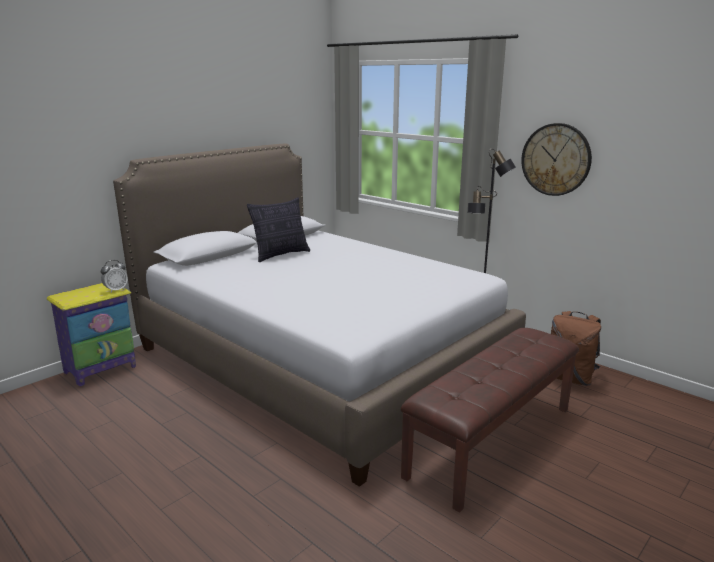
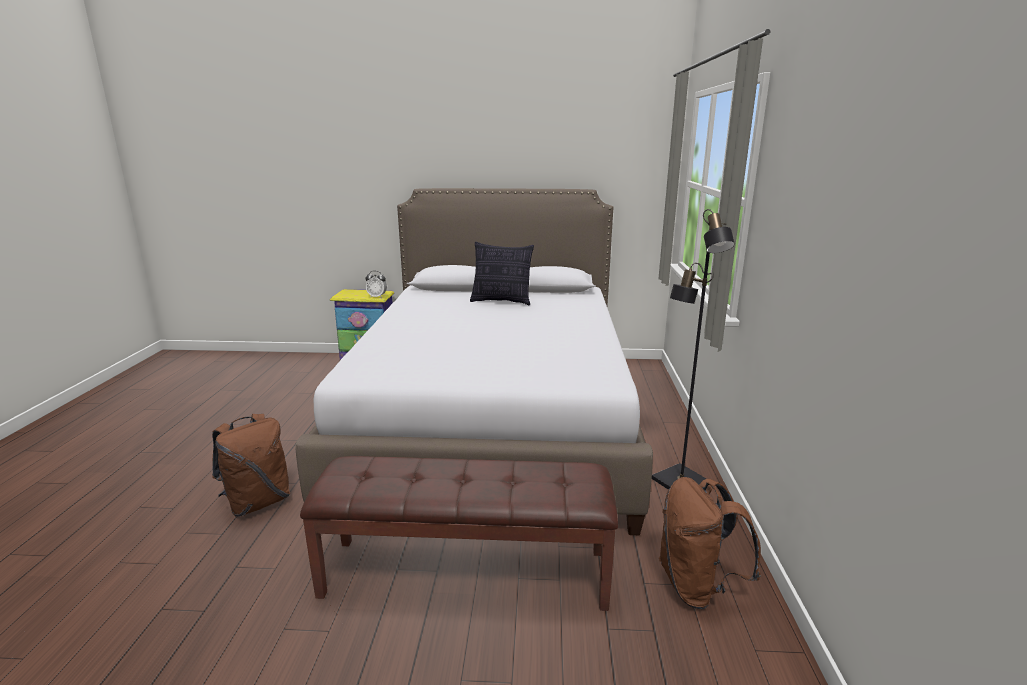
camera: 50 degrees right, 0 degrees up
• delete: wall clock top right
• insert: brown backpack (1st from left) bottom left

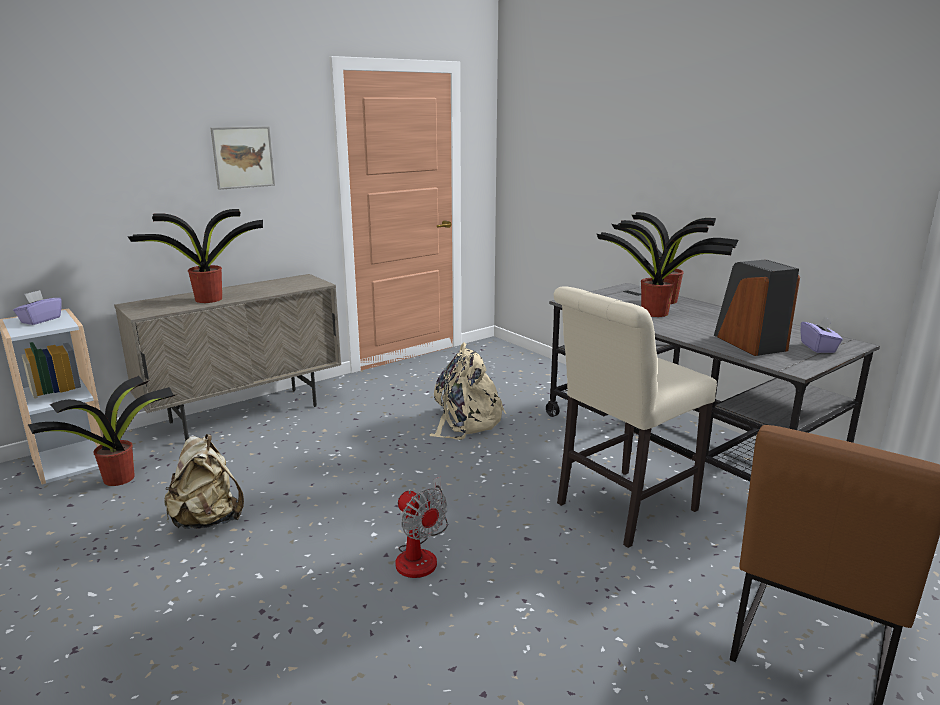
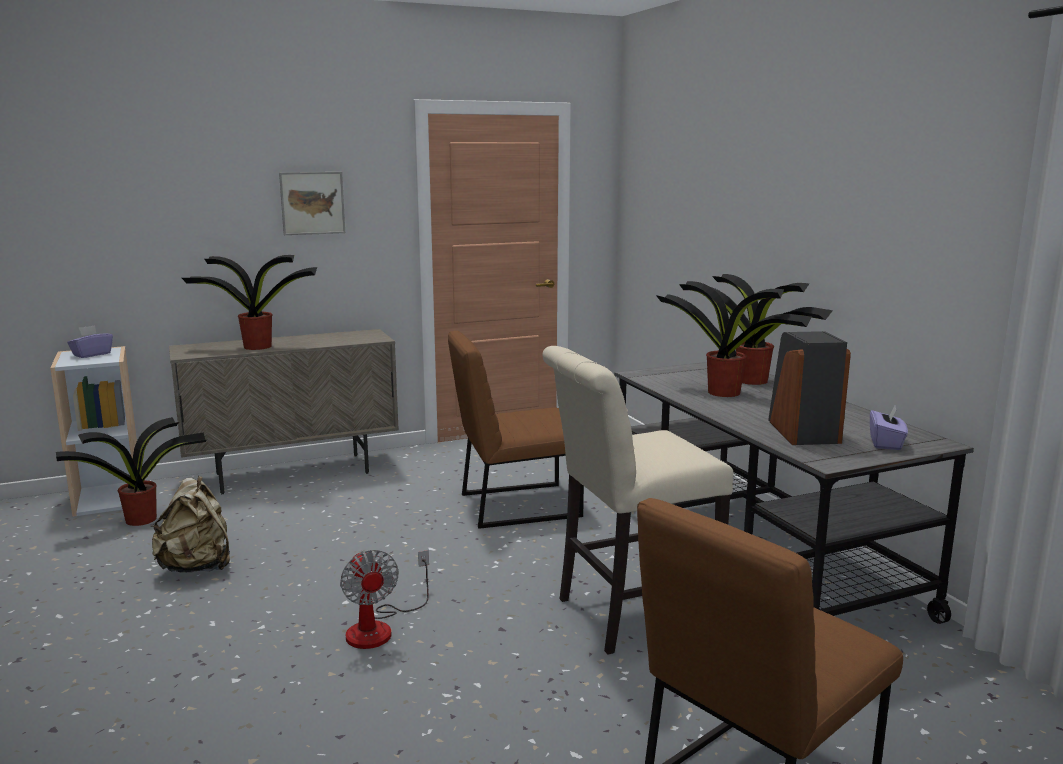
camera: 15 degrees right, 5 degrees down
• replace: beige backpack (2nd from left) centre to brown chair (1st from left) centre

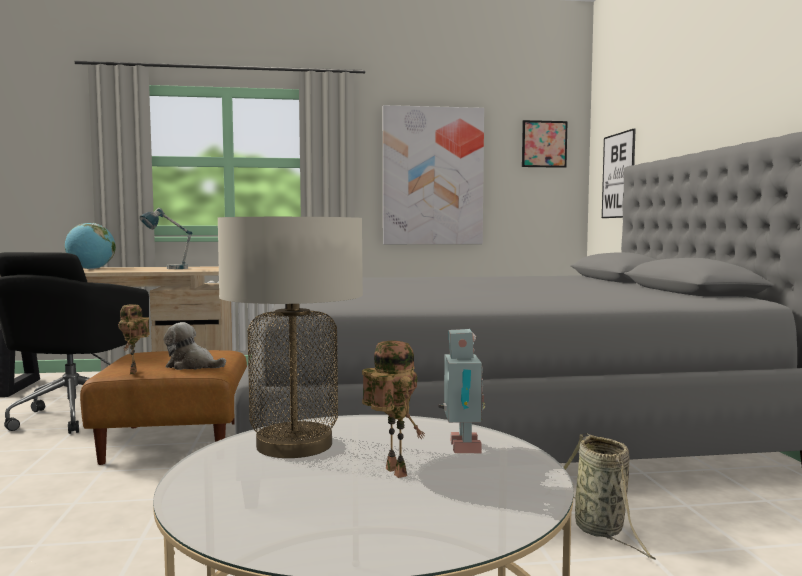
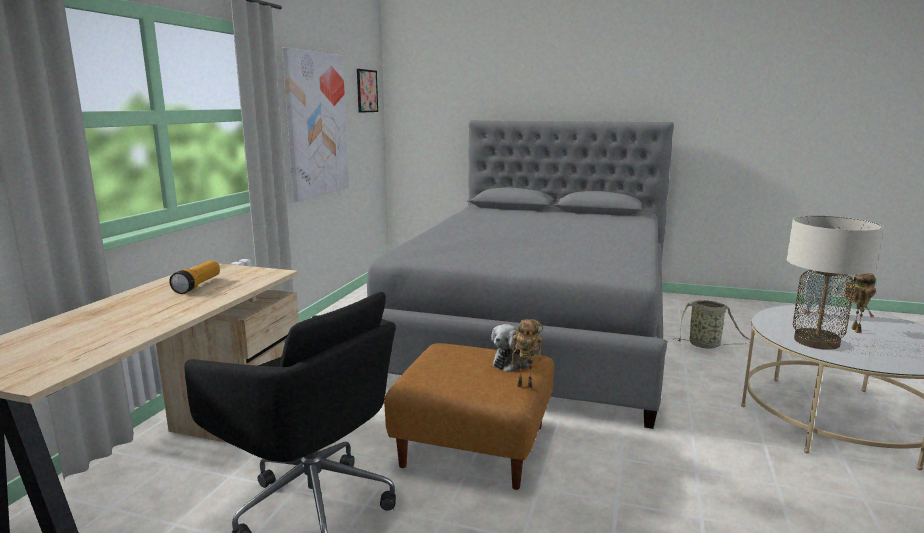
camera: 65 degrees left, 10 degrees up
• delete: globe middle left
• delete: picture (3rd from left) top right
• replace: table lamp (1st from left) middle left to flashlight middle left
• rotate: toy robot (2nd from left in the first image) bottom centre = middle right 105 degrees clockwise

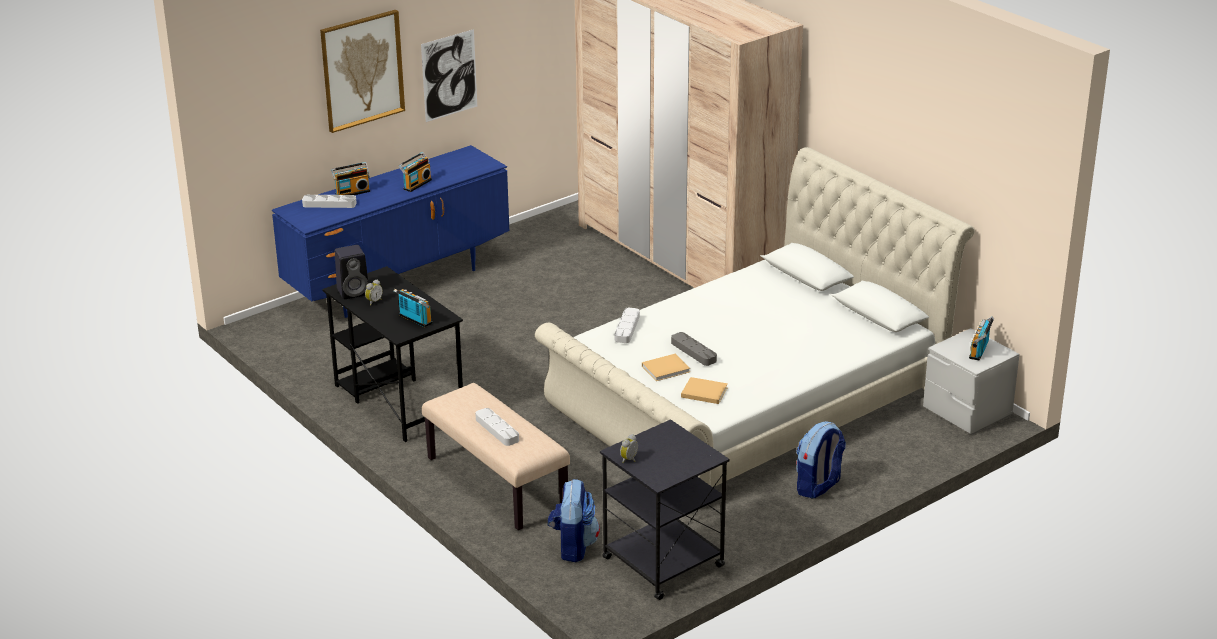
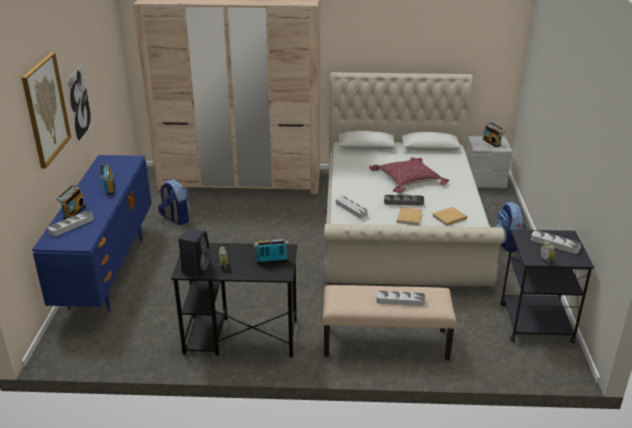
camera: 50 degrees left, 0 degrees up
• insert: red pillow centre
• insert: grey tray (5th from left) middle right
• move: backpack (1st from left) bottom centre to middle left

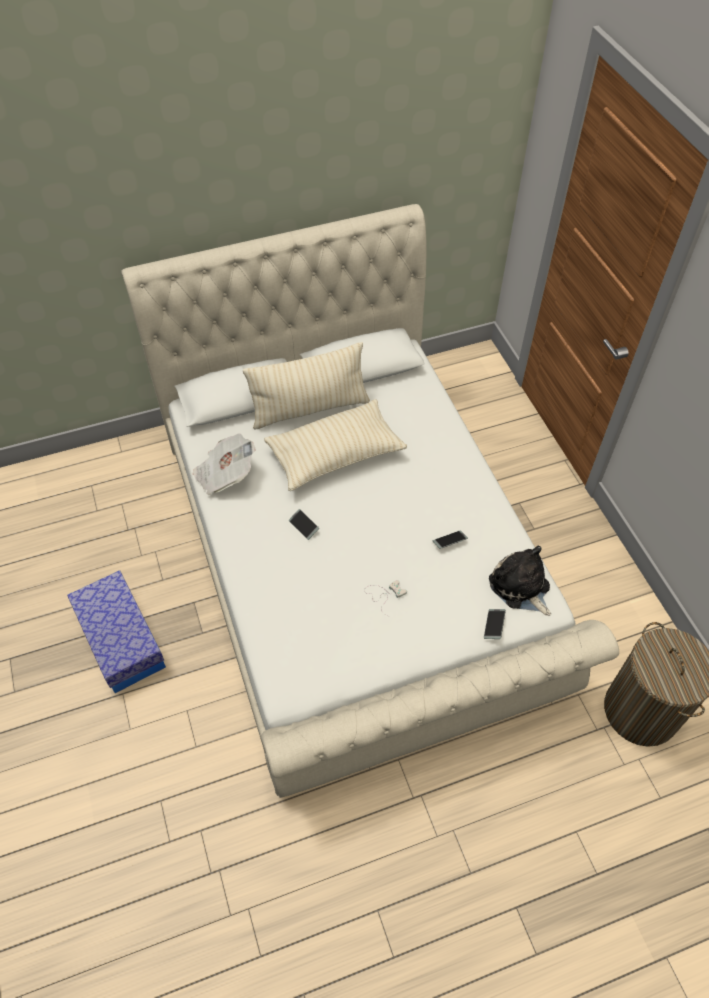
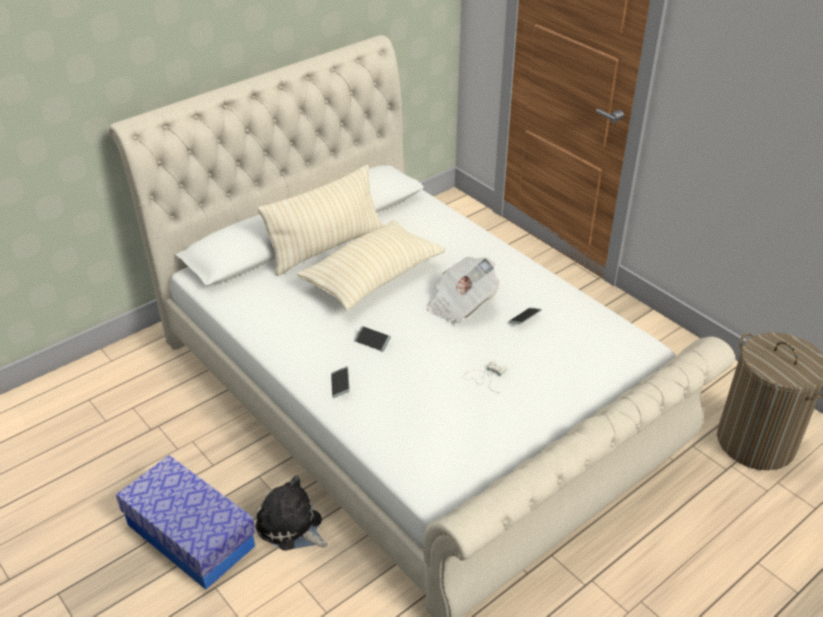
camera: 20 degrees left, 15 degrees down
• move: newspaper middle left to centre
• move: phone (3rd from left in the first image) middle right to phone (1st from left) centre
• move: plush toy middle right to bottom centre

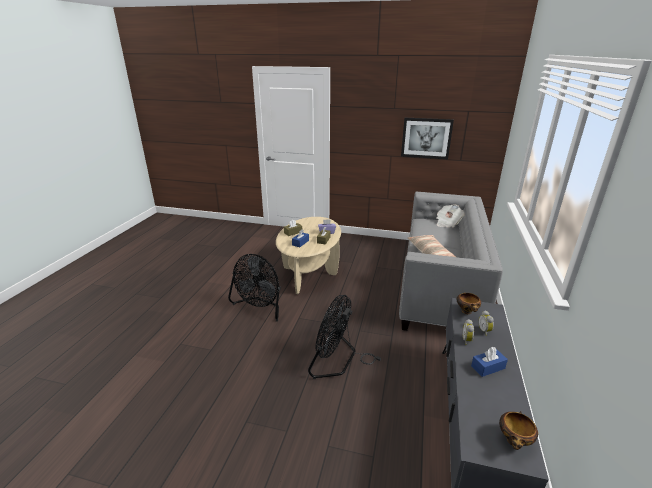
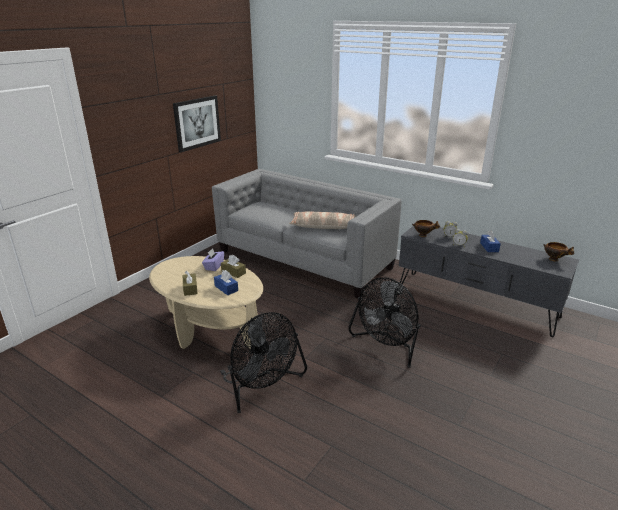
camera: 70 degrees left, 0 degrees up
• delete: newspaper middle right

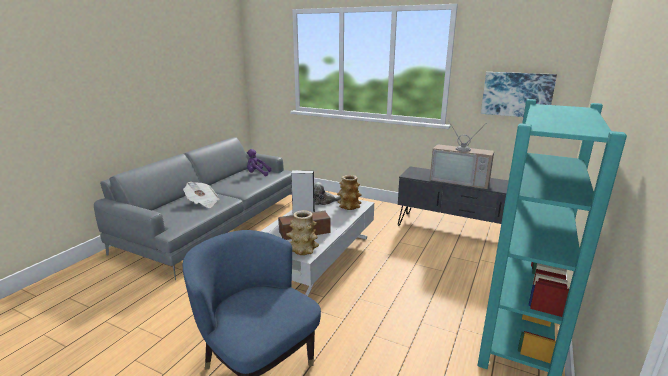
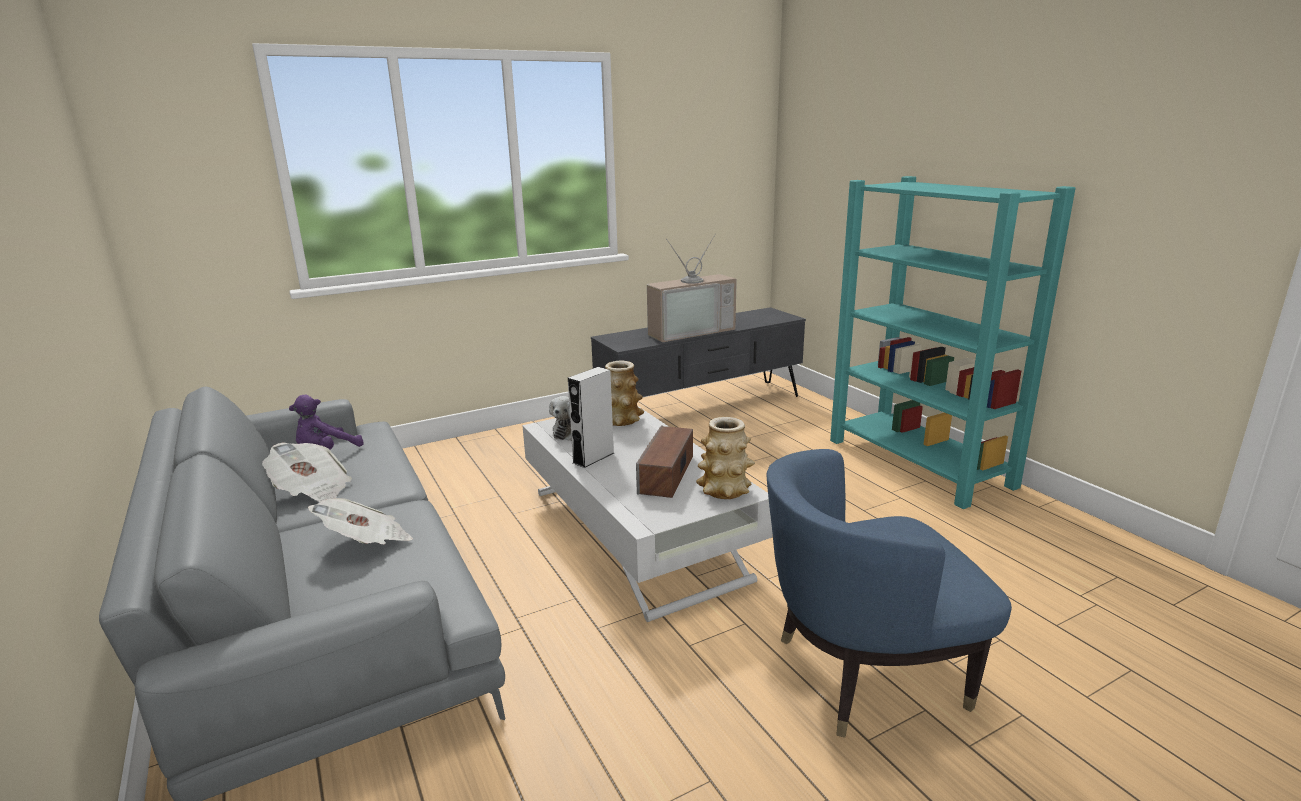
camera: 55 degrees left, 0 degrees up
• delete: picture top right
• insert: newspaper (1st from left) middle left

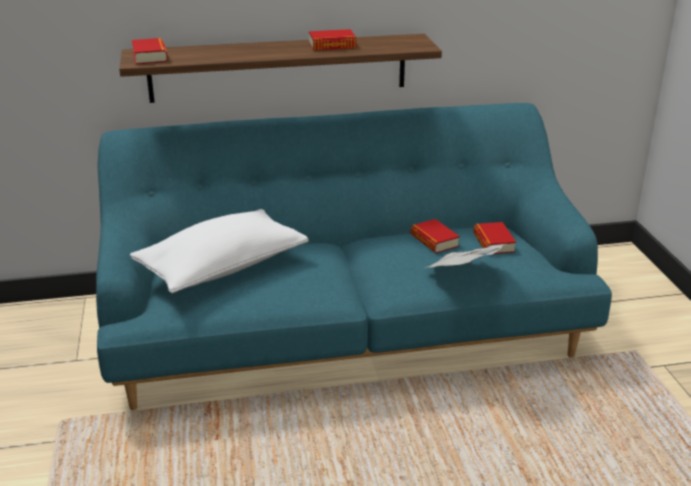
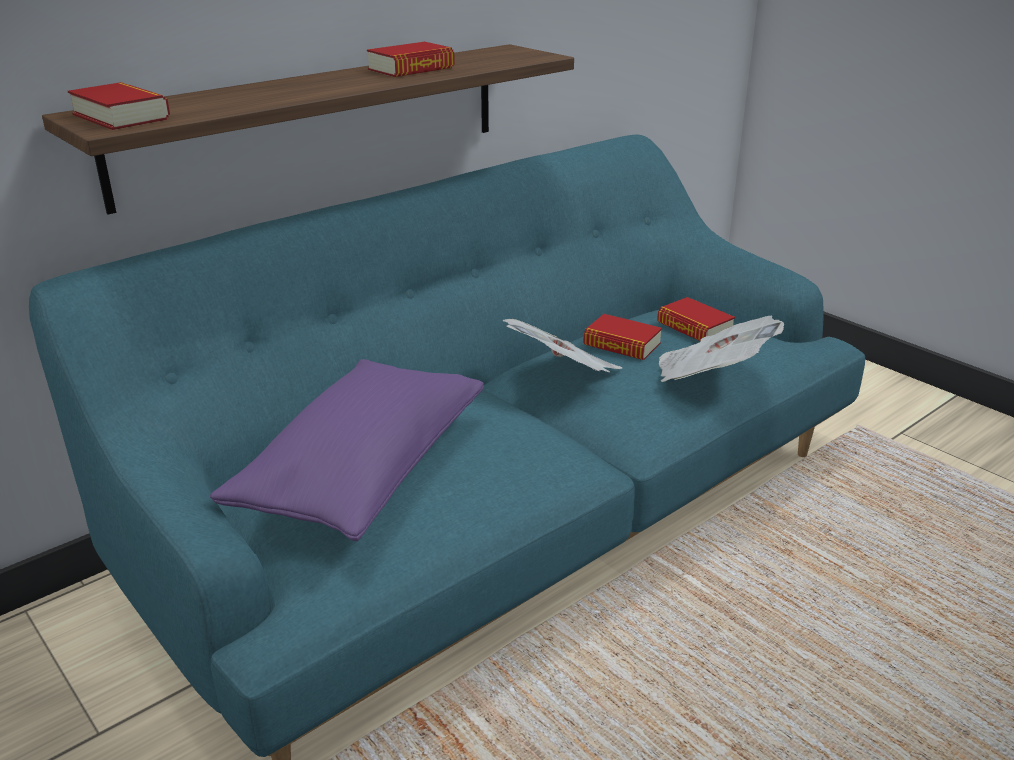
camera: 30 degrees left, 0 degrees up
• insert: newspaper (1st from left) centre
• recolor: white pillow middle left to purple pillow centre

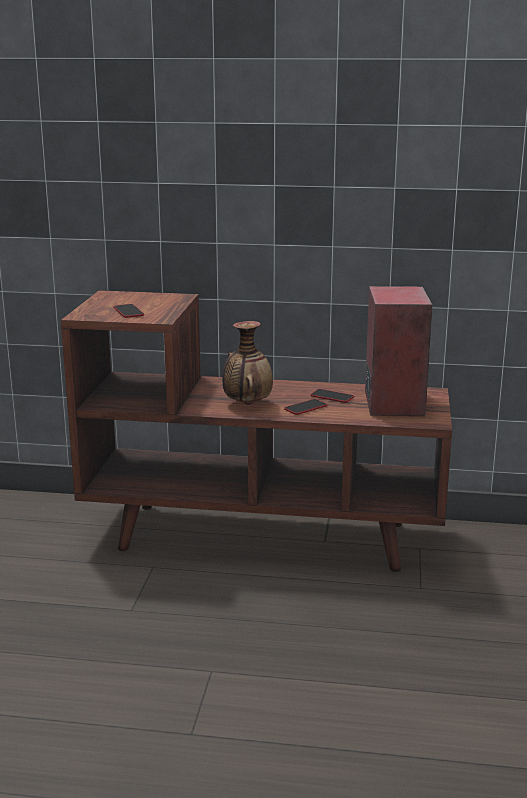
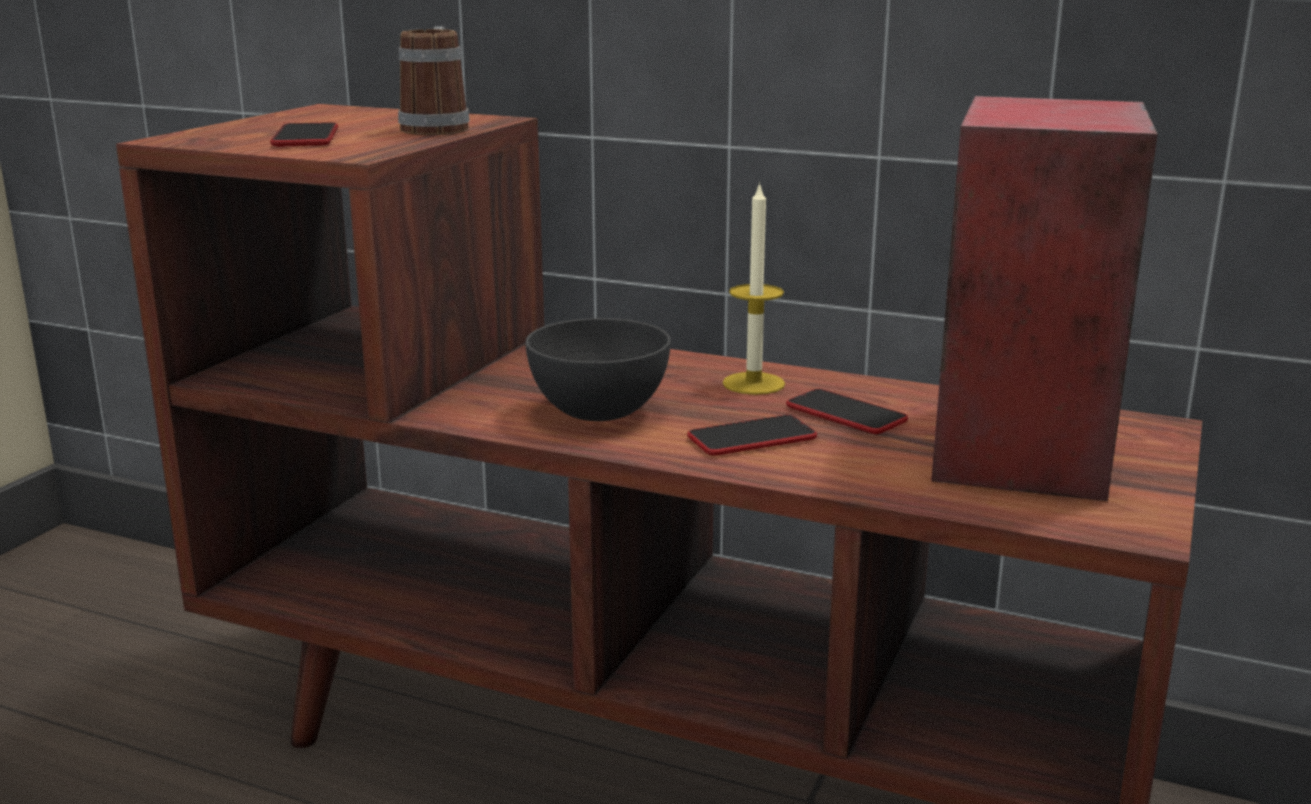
camera: 15 degrees right, 0 degrees up
• insert: mug top left
• insert: candle centre
• replace: vase centre to grey bowl centre

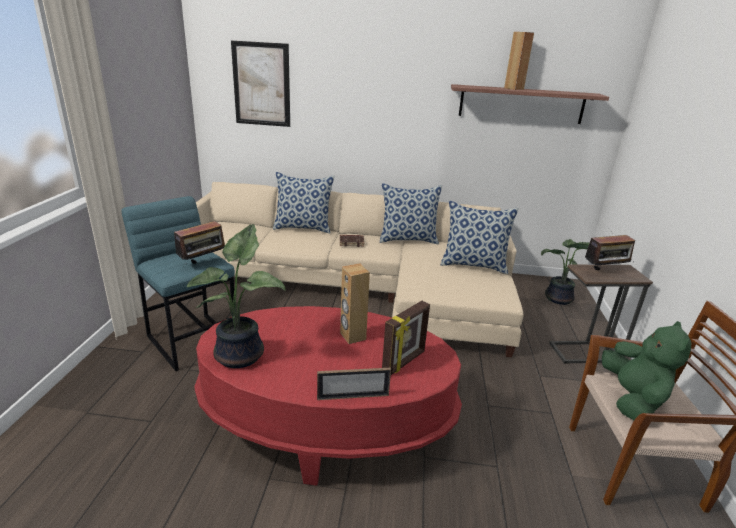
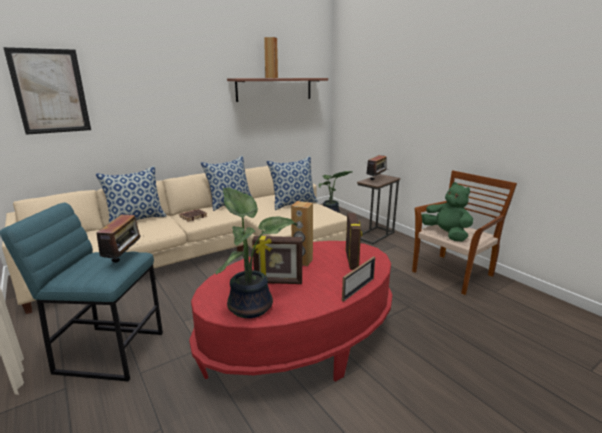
camera: 40 degrees left, 5 degrees down
• insert: picture frame (1st from left) centre

